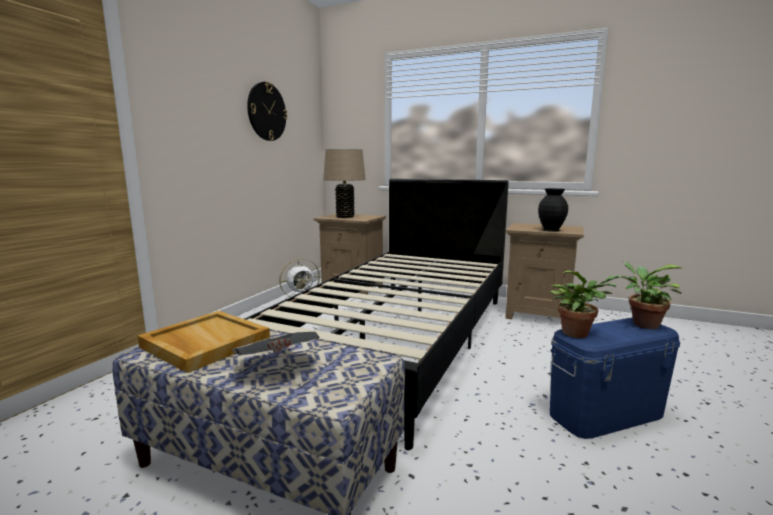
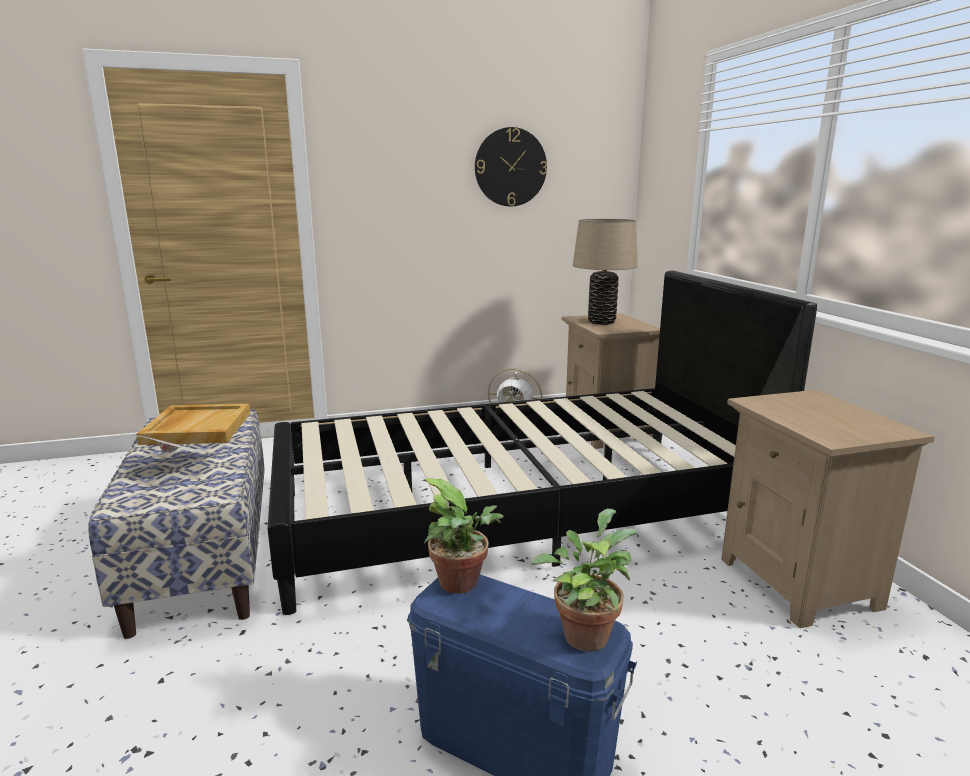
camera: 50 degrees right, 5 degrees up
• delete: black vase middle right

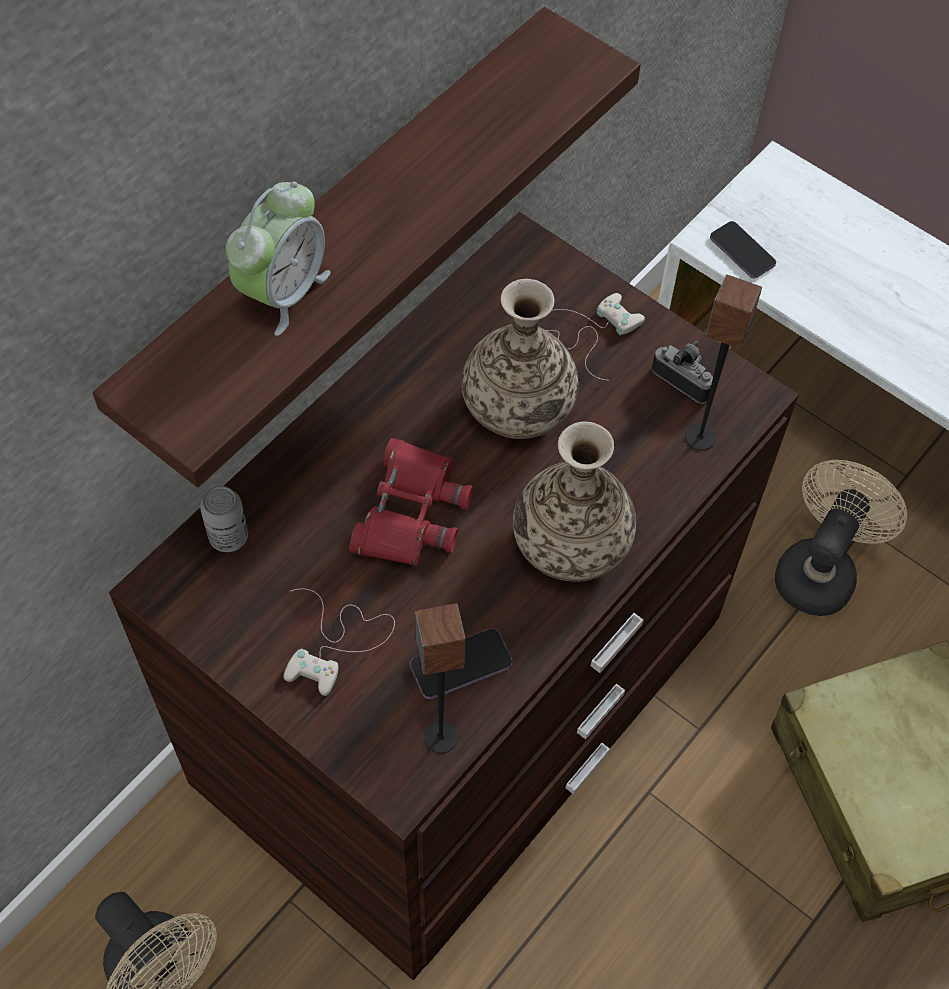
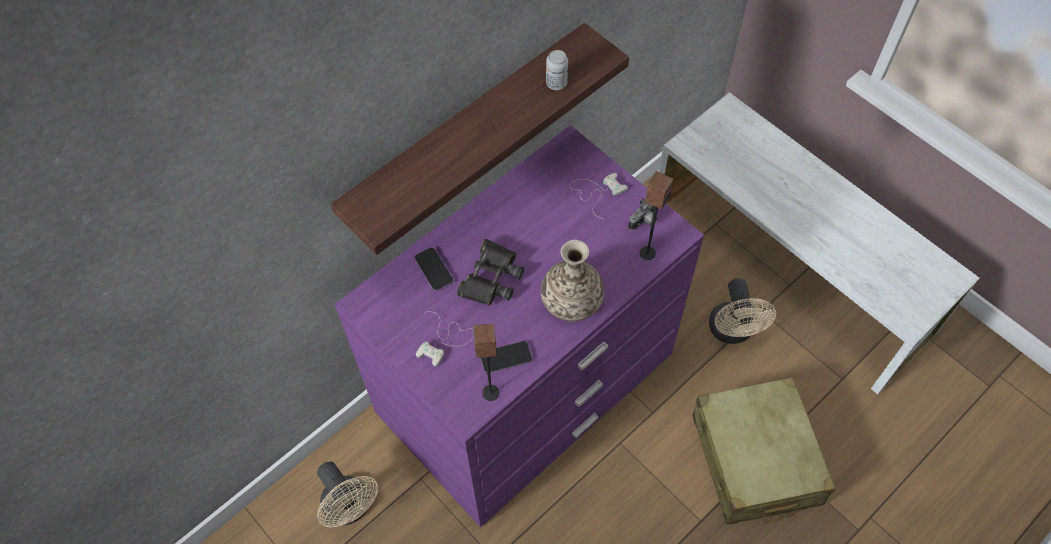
camera: 10 degrees right, 0 degrees up
• delete: alarm clock top left
• delete: vase (1st from left) centre
• move: can middle left to top centre
• move: phone (2nd from left in the first image) top right to phone (1st from left) centre
• recolor: brown dresser centre to purple dresser centre
• recolor: red binoculars centre to black binoculars centre
• rotate: photo camera middle right = centre 90 degrees clockwise
• rotate: beige fan (2nd from left) middle right = middle right 135 degrees clockwise

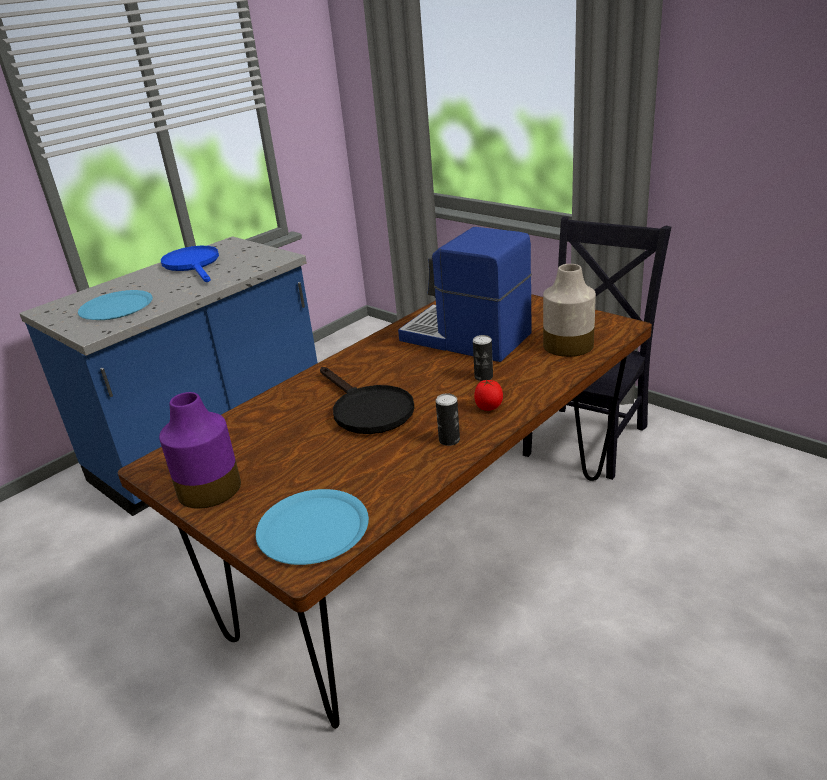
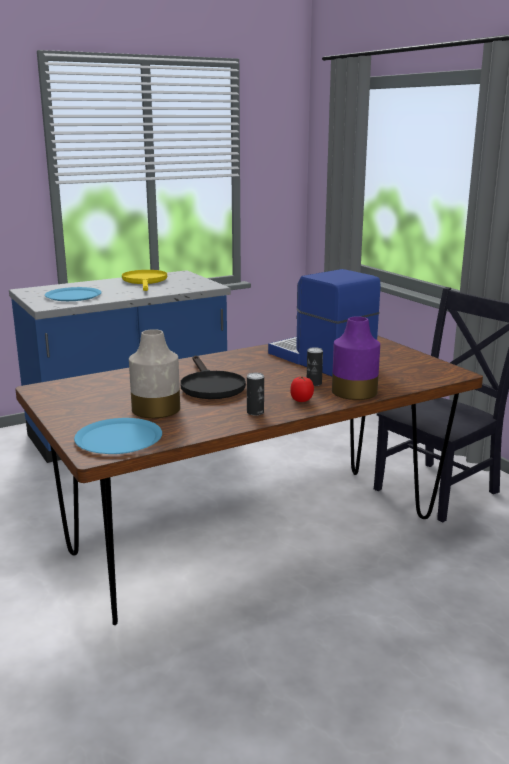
camera: 15 degrees right, 10 degrees down
• move: purple vase middle left to middle right
• move: beige vase middle right to middle left
• recolor: blue frying pan middle left to yellow frying pan middle left

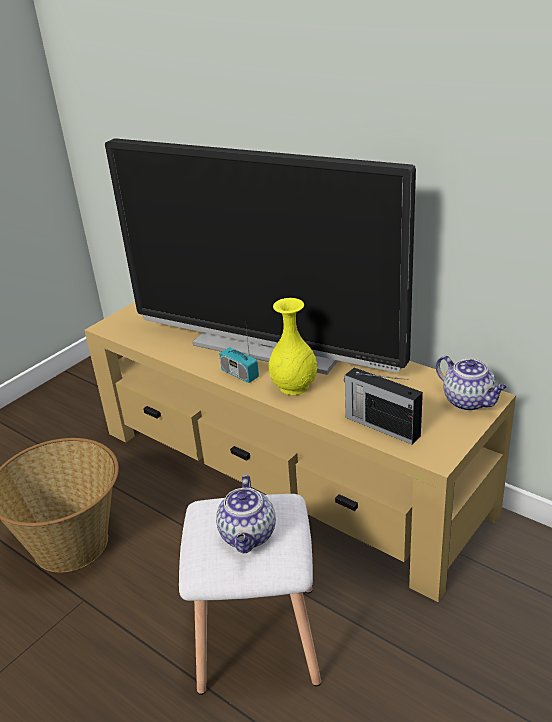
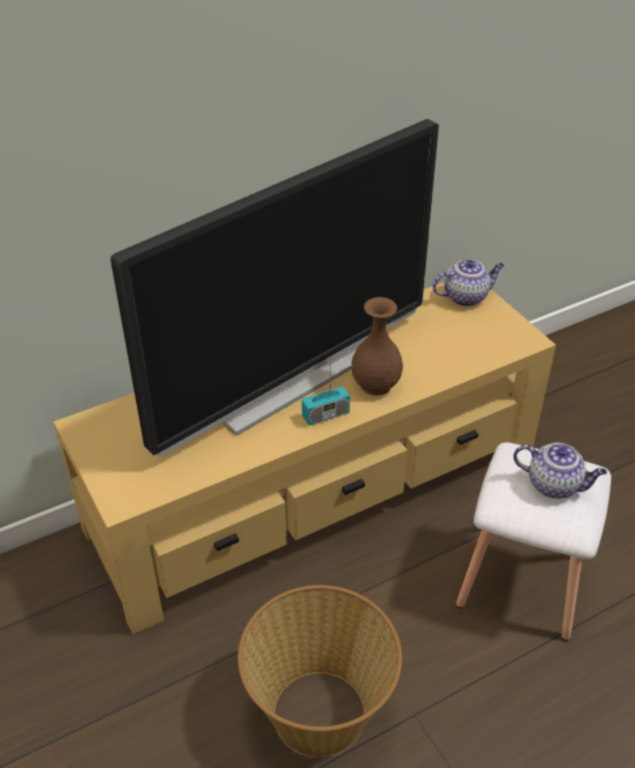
camera: 70 degrees left, 10 degrees up
• delete: radio (2nd from left) middle right
• recolor: yellow vase centre to brown vase centre

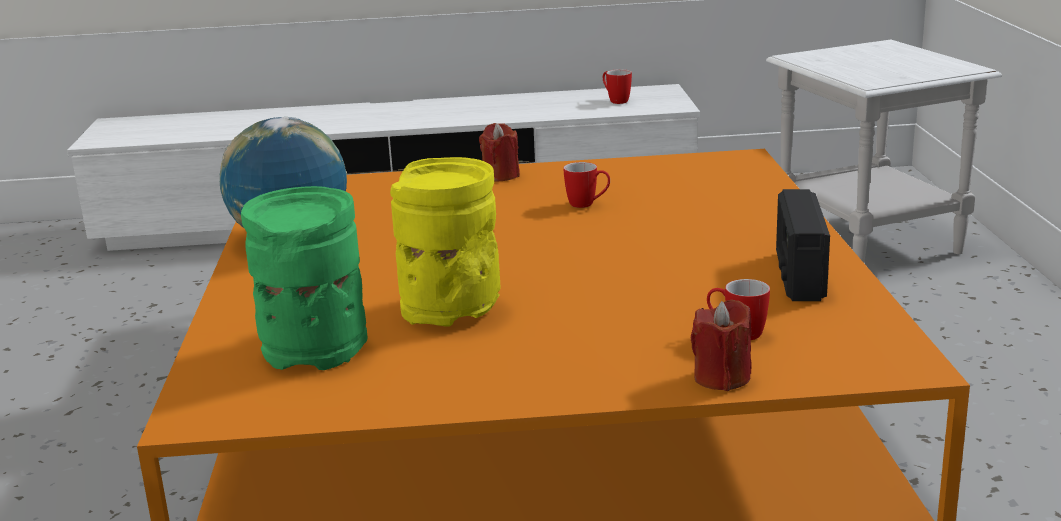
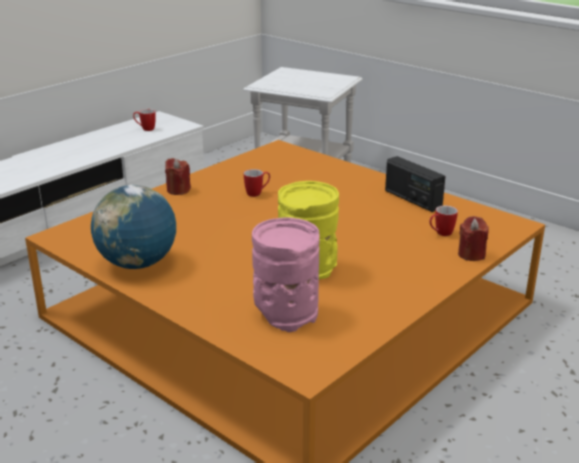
camera: 45 degrees left, 5 degrees up
• recolor: green vase middle left to pink vase centre

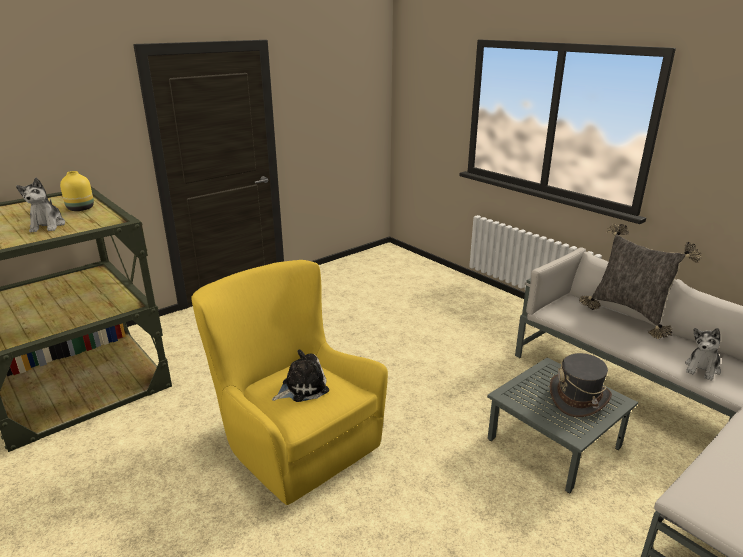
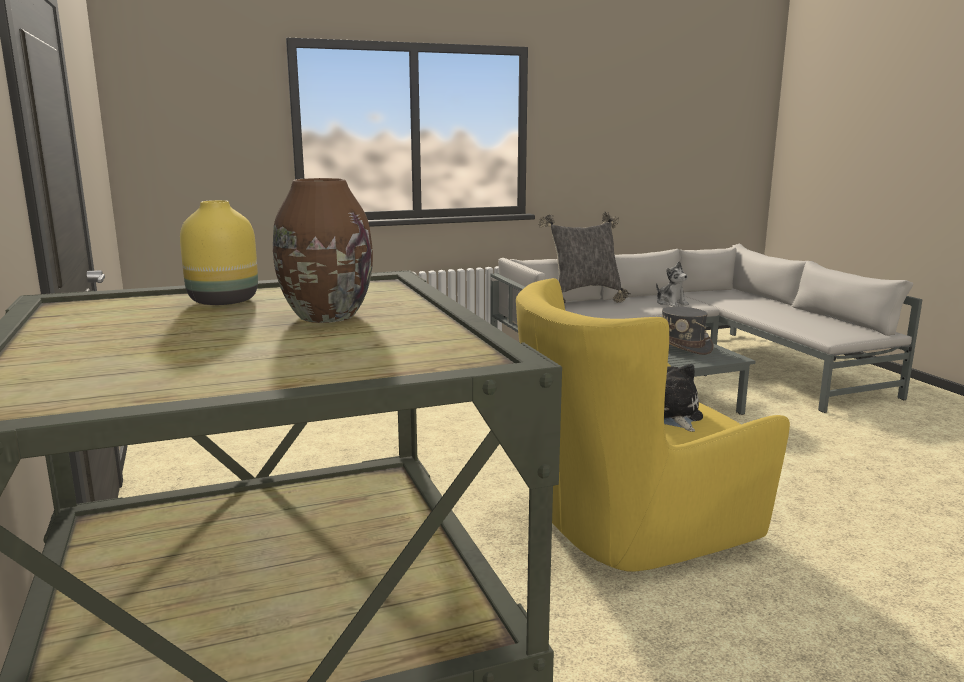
camera: 70 degrees left, 10 degrees down
• replace: plush toy (1st from left) middle left to brown vase centre

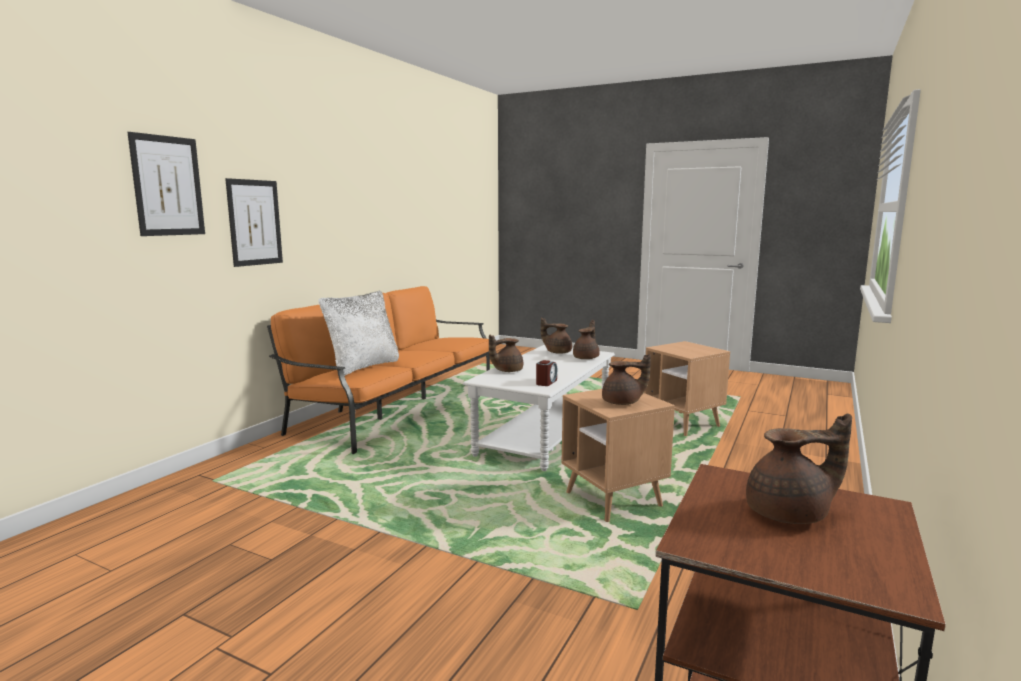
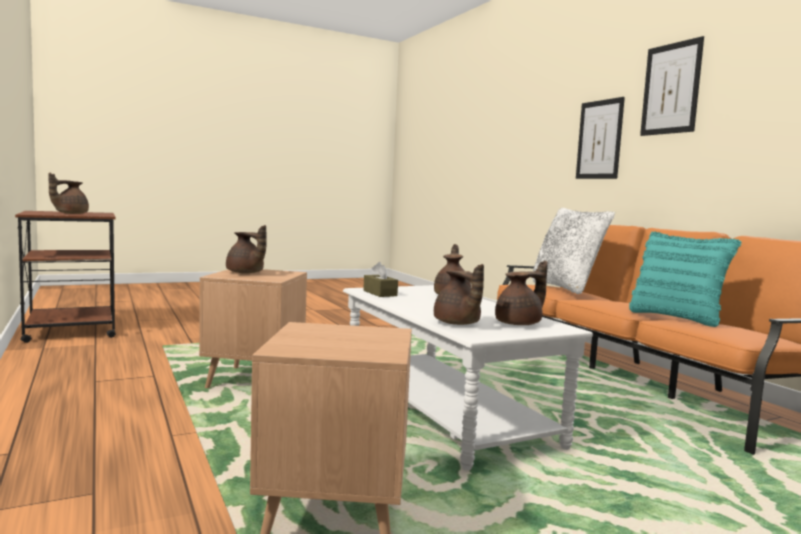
camera: 125 degrees right, 5 degrees down
• insert: turquoise pillow middle right
• move: picture (1st from left in the first image) top left to picture (2nd from left) top right
• replace: alarm clock centre to brown tissue box centre
• rotate: brown teapot (4th from left in the first image) centre = middle left 90 degrees counterclockwise

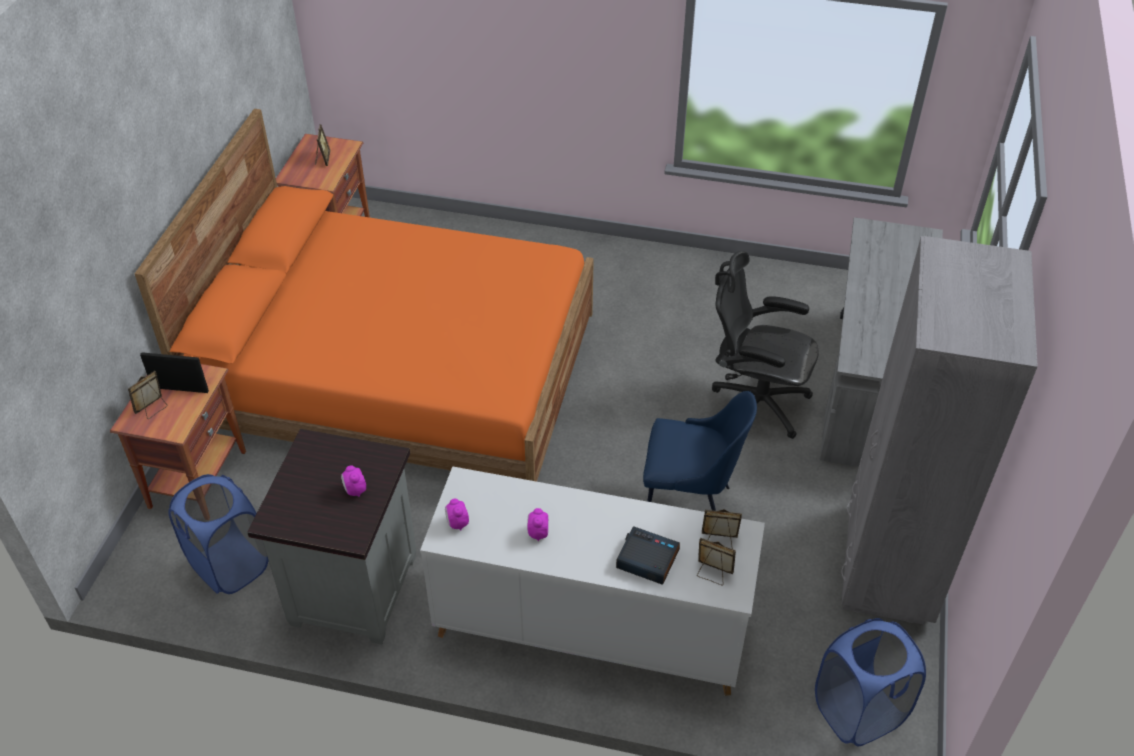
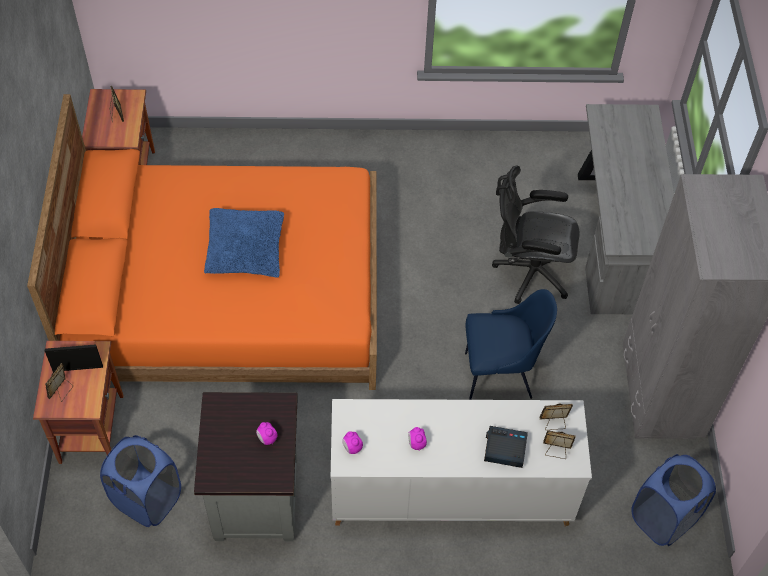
camera: 15 degrees left, 10 degrees up
• insert: blue pillow middle left

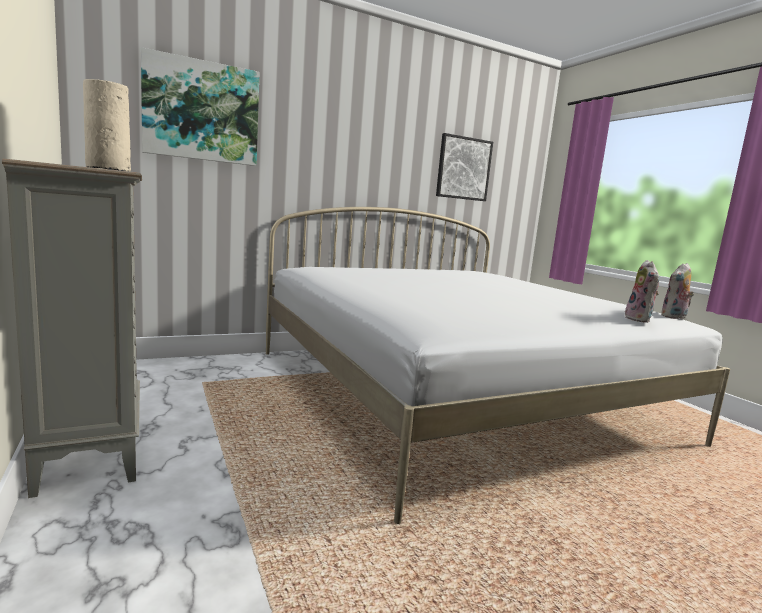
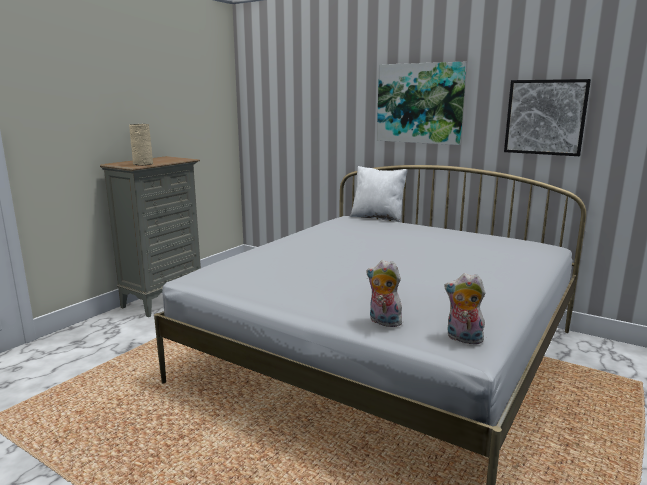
camera: 60 degrees right, 5 degrees up
• insert: white pillow centre
• move: picture (1st from left) top left to top centre
• rotate: plush toy (1st from left) middle right = centre 60 degrees clockwise

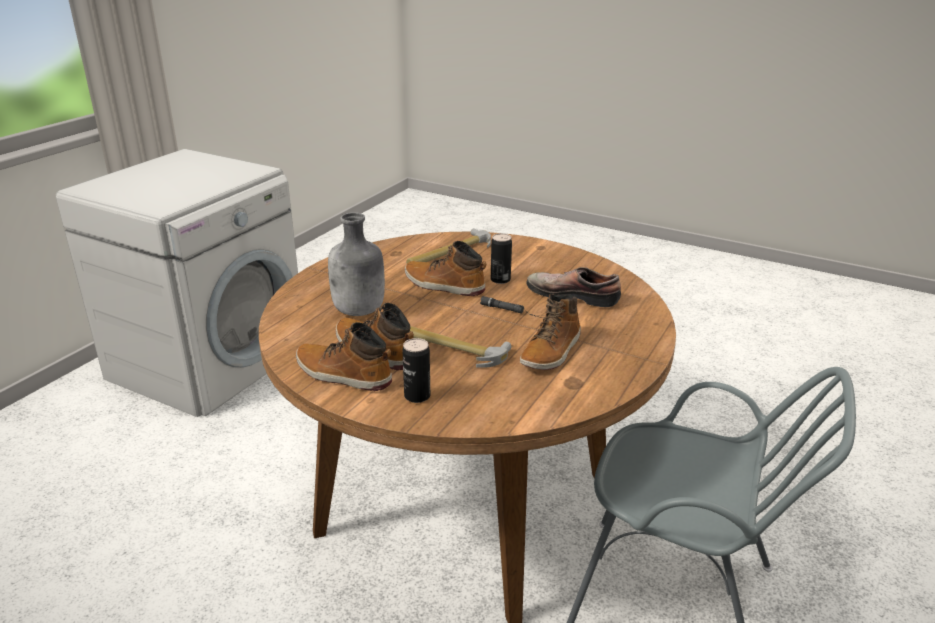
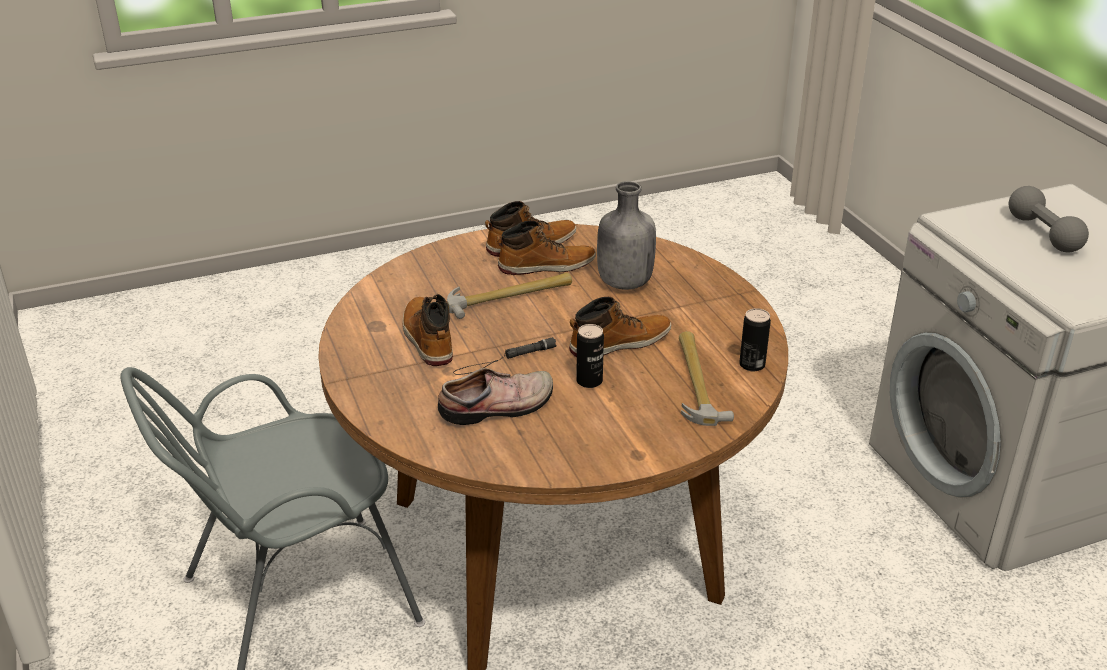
camera: 130 degrees right, 5 degrees up
• insert: grey dumbbell top right
• move: can (1st from left in the first image) centre to can (2nd from left) middle right

